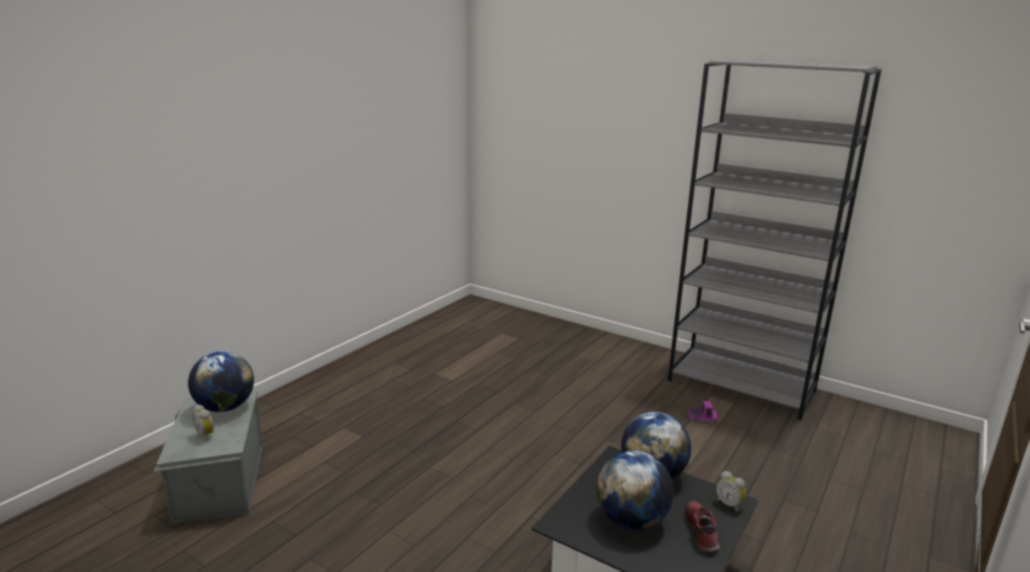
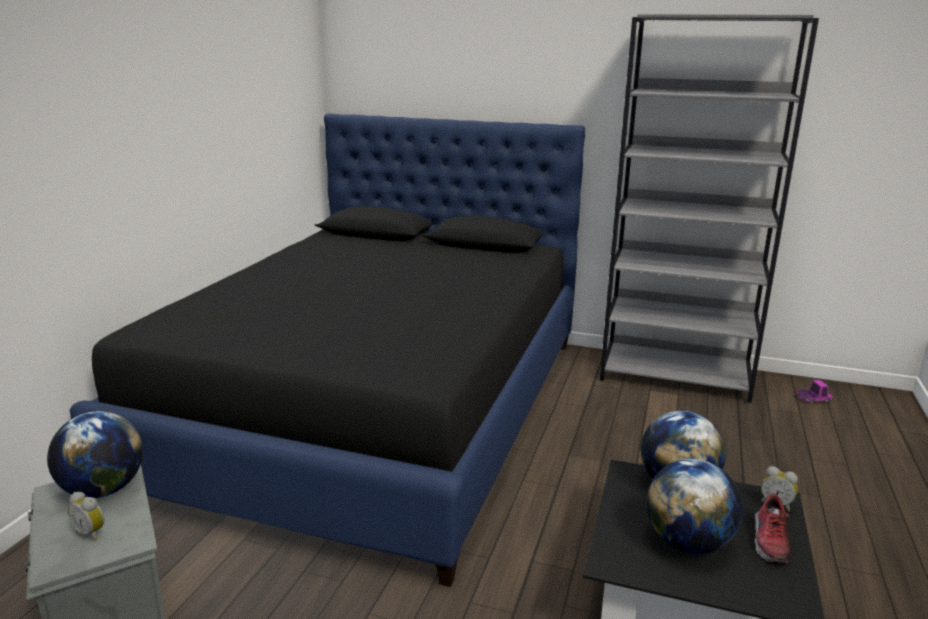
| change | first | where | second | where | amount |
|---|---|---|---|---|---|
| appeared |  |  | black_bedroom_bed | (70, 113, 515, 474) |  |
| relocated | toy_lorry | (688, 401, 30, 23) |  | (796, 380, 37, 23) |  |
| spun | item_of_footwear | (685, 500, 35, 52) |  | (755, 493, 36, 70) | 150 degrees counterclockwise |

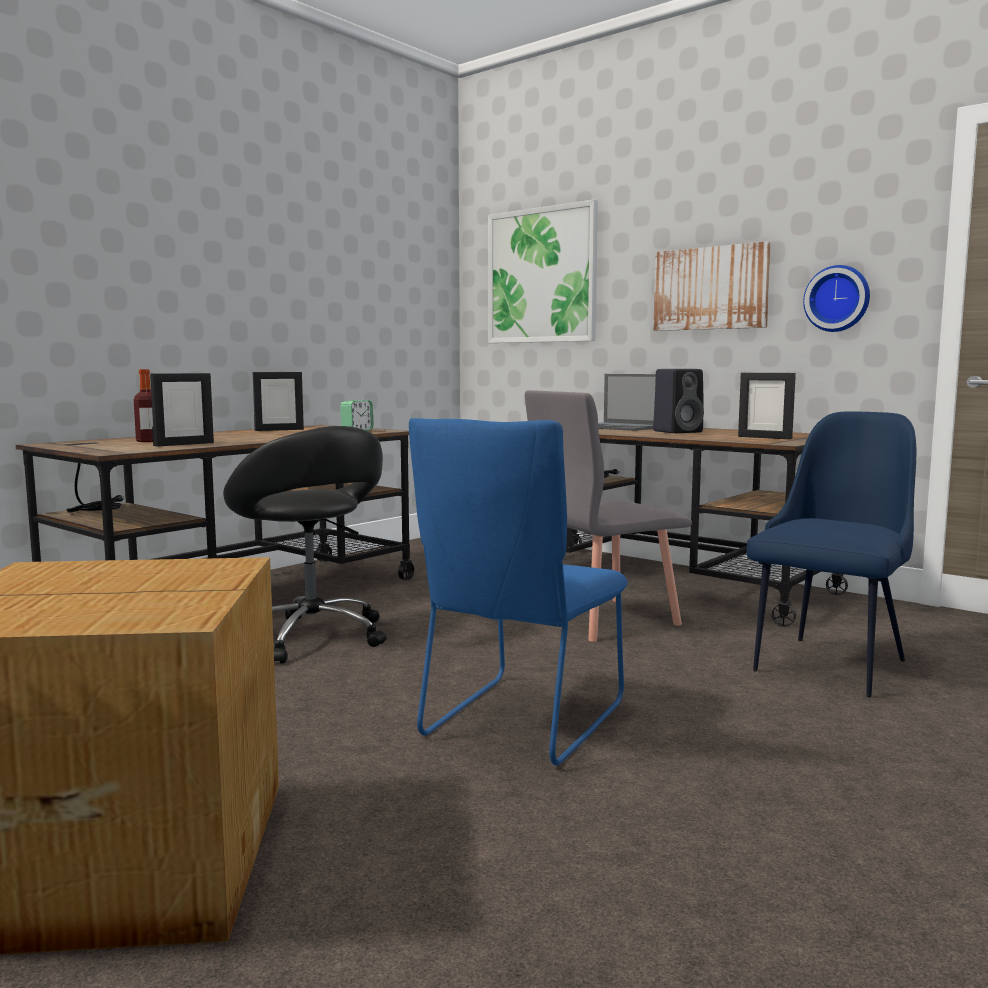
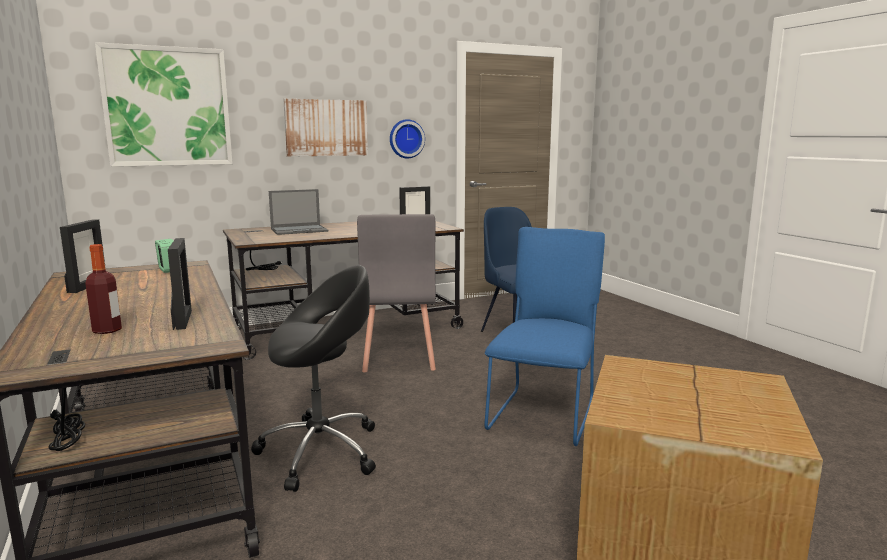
| change | first | where | second | where | amount |
|---|---|---|---|---|---|
| missing | black_audio_speaker | (653, 369, 51, 64) |  |  |  |
| spun | bluish_upright_chair | (409, 418, 219, 347) |  | (484, 227, 121, 219) | 120 degrees counterclockwise |

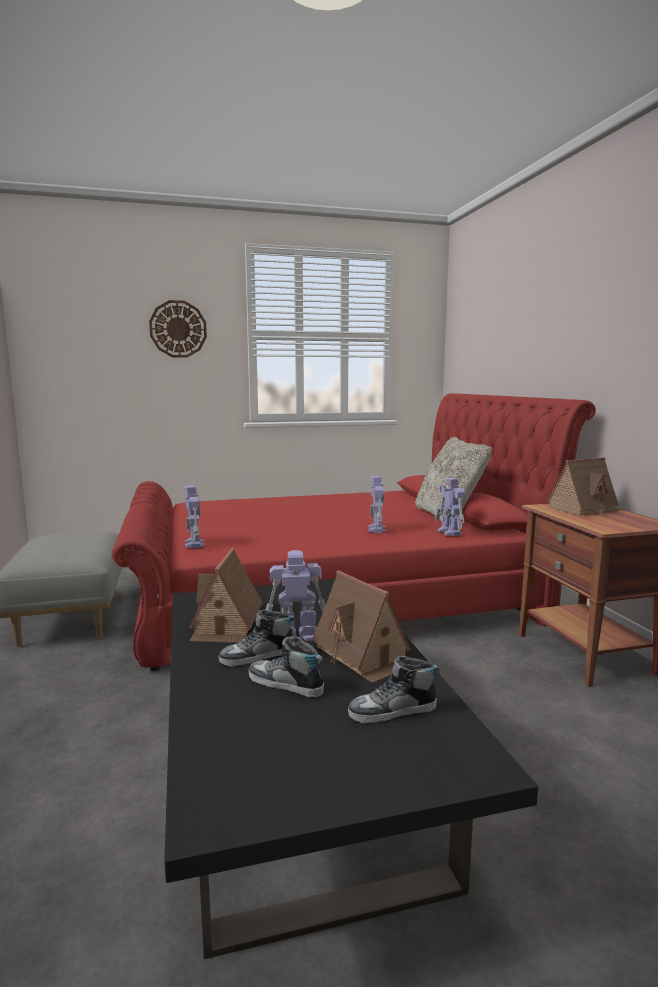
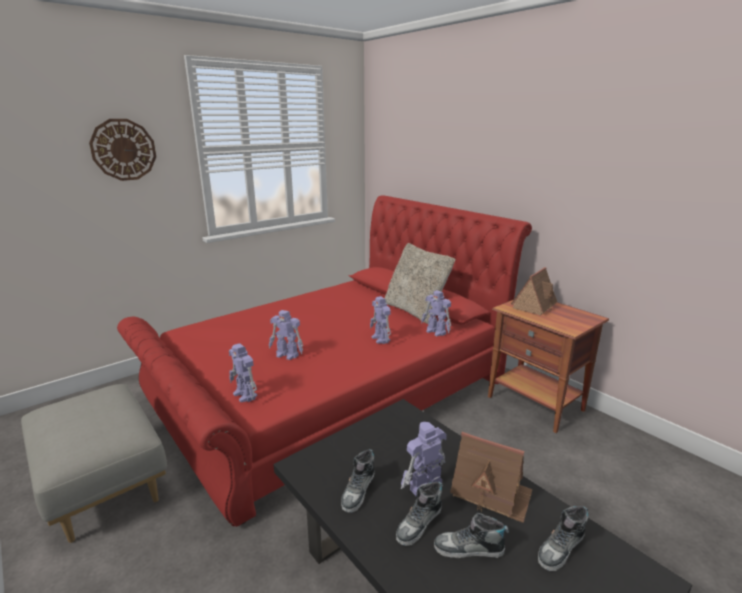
| change | first | where | second | where | amount |
|---|---|---|---|---|---|
| appeared |  |  | model_robot | (269, 310, 34, 50) |  |
| exchanged | model_house | (188, 547, 75, 96) | item_of_footwear | (341, 449, 33, 64) |  |

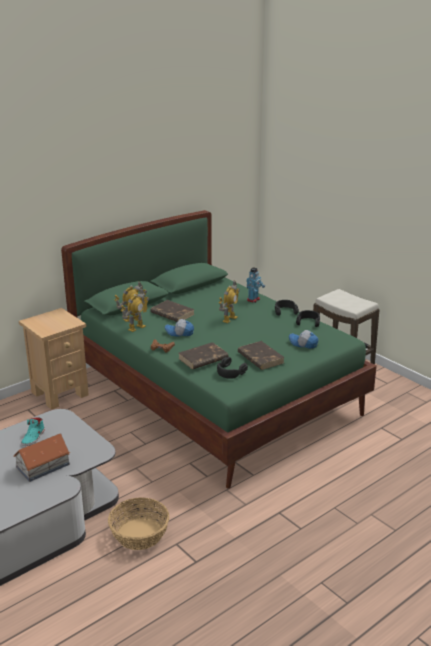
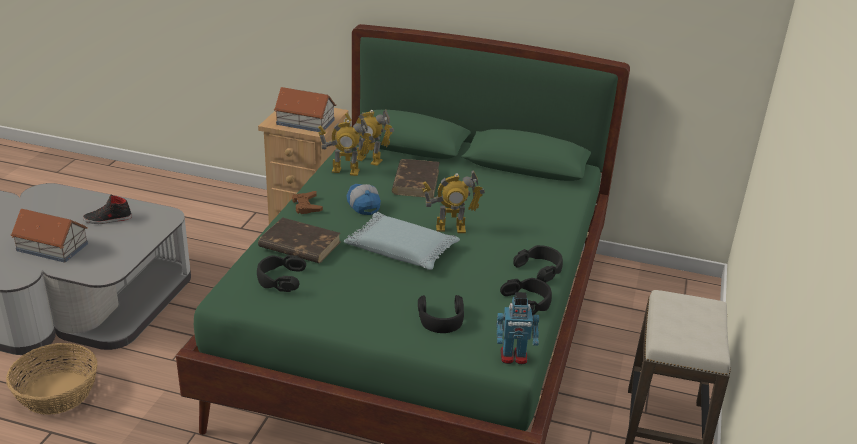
| change | first | where | second | where | amount |
|---|---|---|---|---|---|
| missing | brown-coloured_bound_book | (238, 341, 47, 29) |  |  |  |
| appeared |  |  | model_house | (274, 87, 62, 45) |  |
| appeared |  |  | bluish_pillow | (343, 212, 117, 58) |  |
| relocated | model_robot | (246, 267, 19, 36) |  | (497, 292, 42, 72) |  |
| exchanged | cap | (289, 330, 30, 19) | black_headset | (418, 295, 46, 38) |  |
| colour | turquoise_item_of_footwear | (21, 417, 24, 29) | black_item_of_footwear | (83, 195, 49, 29) |  |

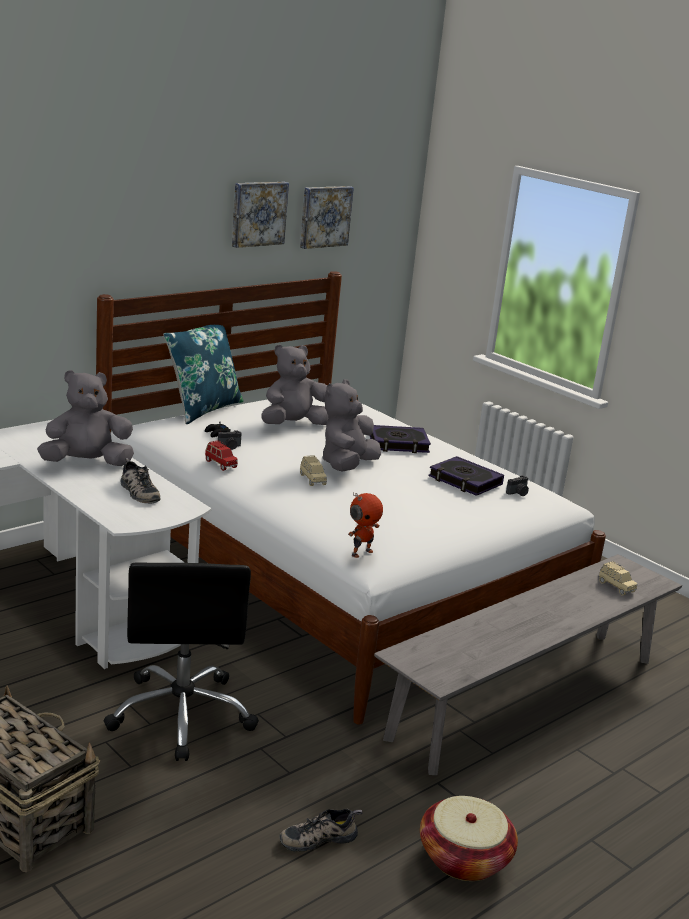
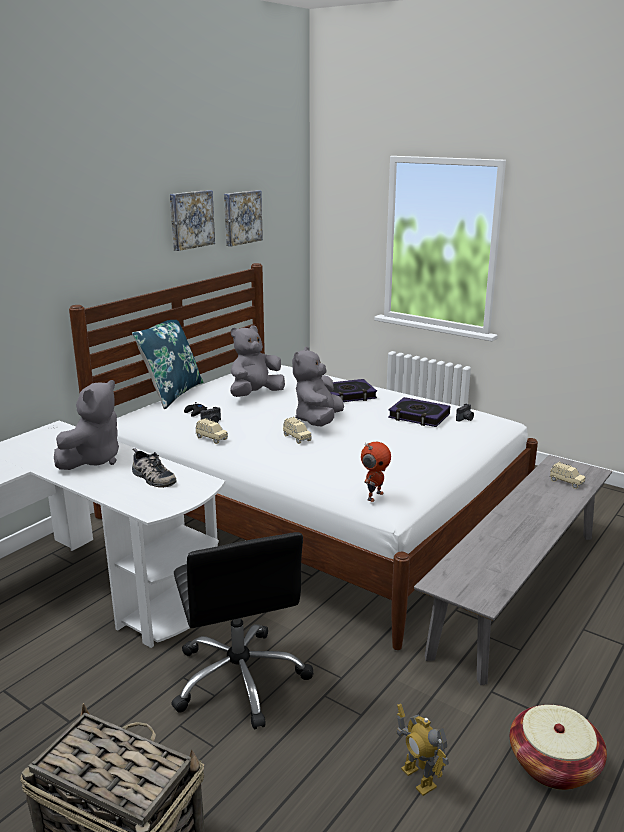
| change | first | where | second | where | amount |
|---|---|---|---|---|---|
| exchanged | item_of_footwear | (279, 809, 83, 43) | model_robot | (396, 704, 53, 92) |  |
| colour | red-coloured_toy_car | (205, 440, 33, 31) | sand-coloured_toy_car | (196, 418, 32, 26) |  |
| spun | greyish_soft_toy | (37, 370, 97, 96) |  | (54, 380, 65, 90) | 150 degrees clockwise |

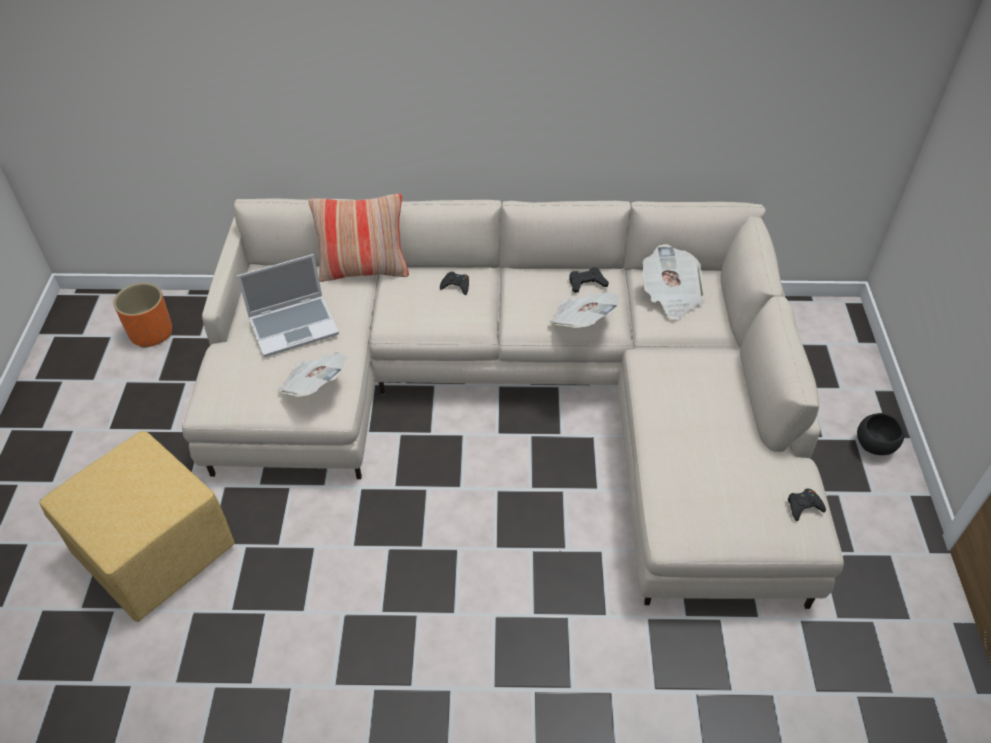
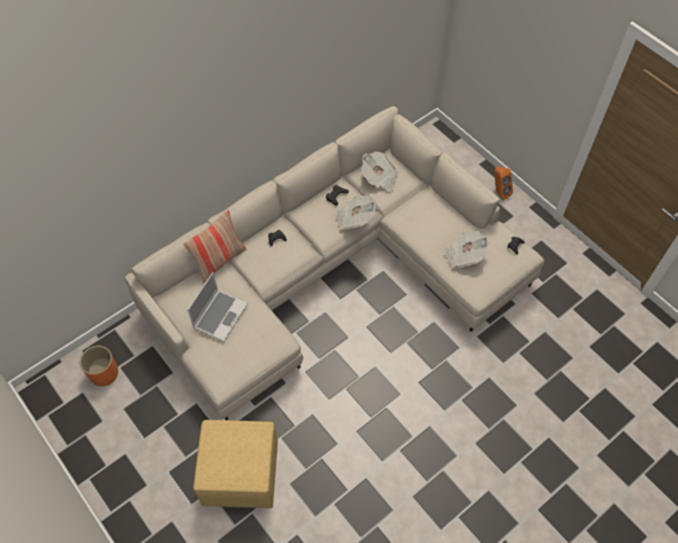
| change | first | where | second | where | amount |
|---|---|---|---|---|---|
| relocated | daily_paper | (278, 352, 70, 45) |  | (443, 231, 46, 37) |  |
| exchanged | black_deep_dish | (857, 413, 48, 42) | orange-coloured_audio_speaker | (494, 167, 19, 33) |  |

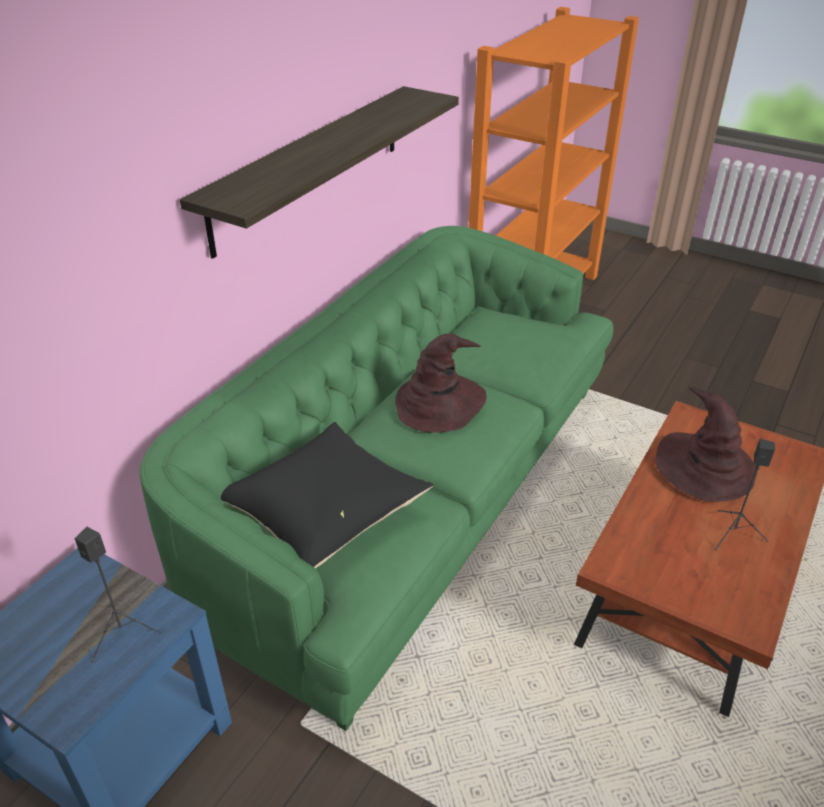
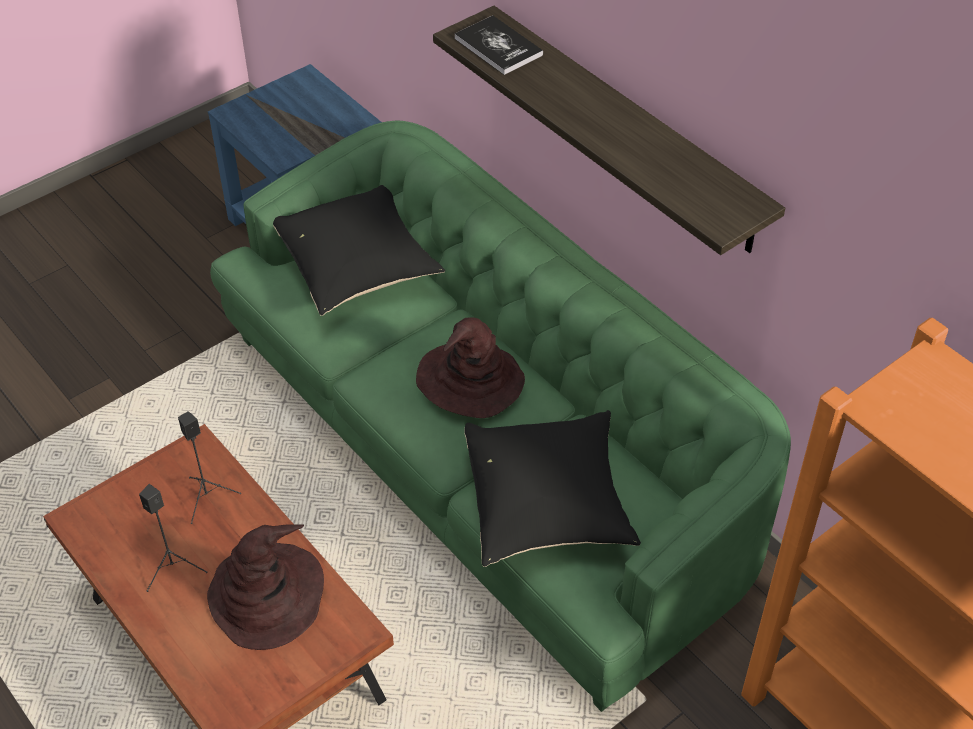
| change | first | where | second | where | amount |
|---|---|---|---|---|---|
| appeared |  |  | bound_book | (455, 15, 88, 60) |  |
| appeared |  |  | black_pillow | (464, 410, 177, 157) |  |
| relocated | black_audio_speaker | (75, 527, 87, 135) |  | (178, 411, 63, 113) |  |

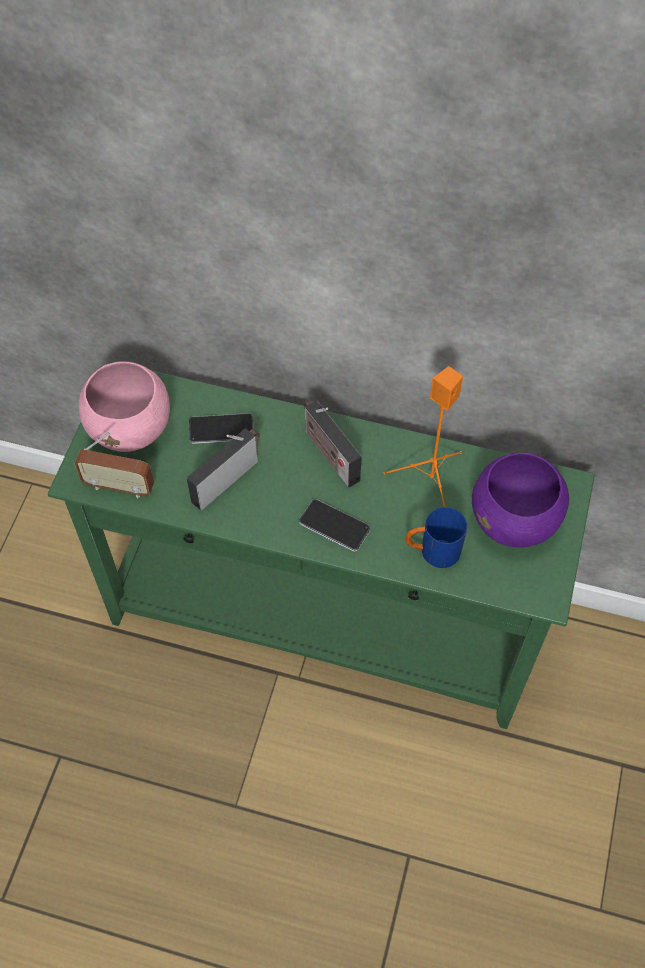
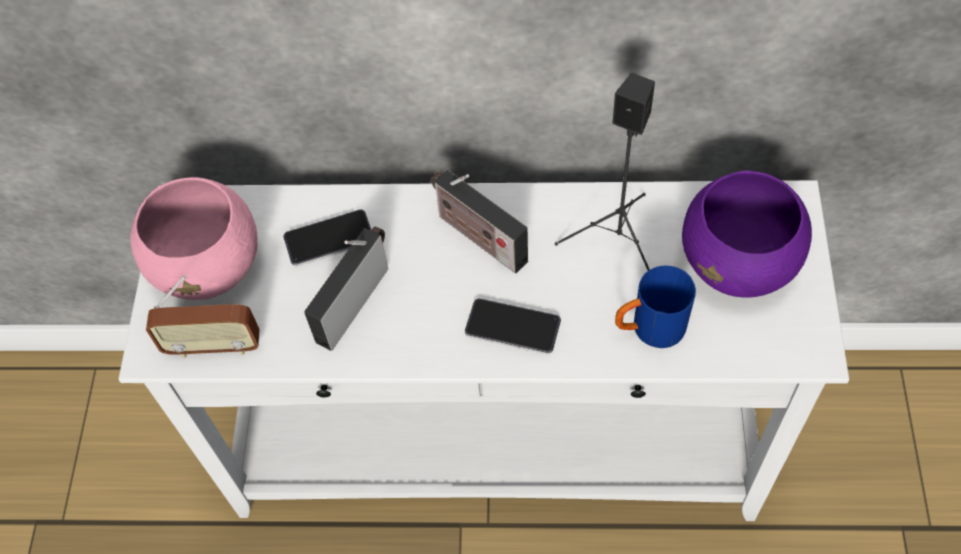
| change | first | where | second | where | amount |
|---|---|---|---|---|---|
| colour | green_console_table | (48, 361, 547, 368) | white-coloured_console_table | (119, 180, 730, 341) |  |
| colour | orange-coloured_audio_speaker | (383, 366, 80, 141) | black_audio_speaker | (555, 73, 100, 197) |  |

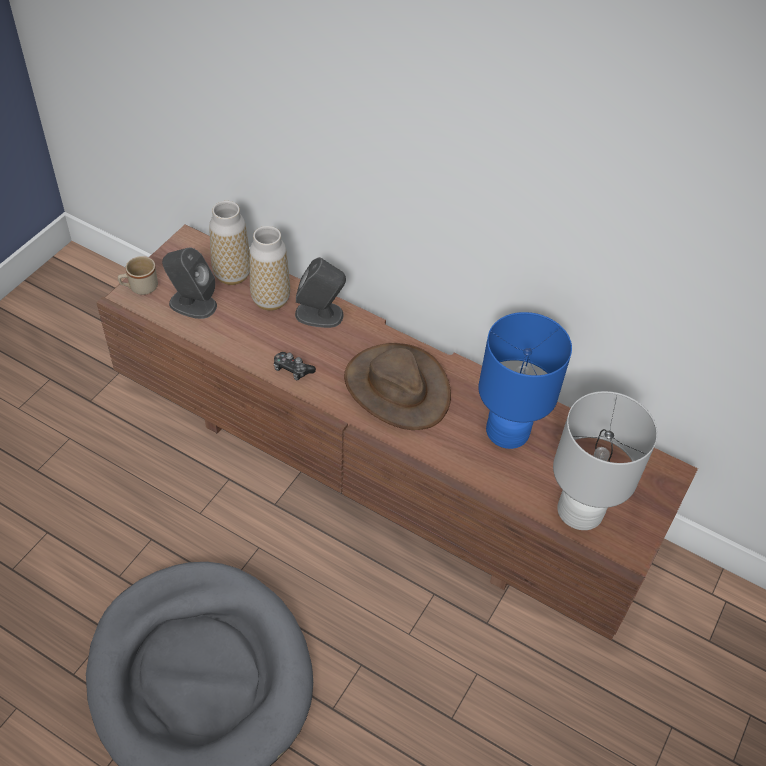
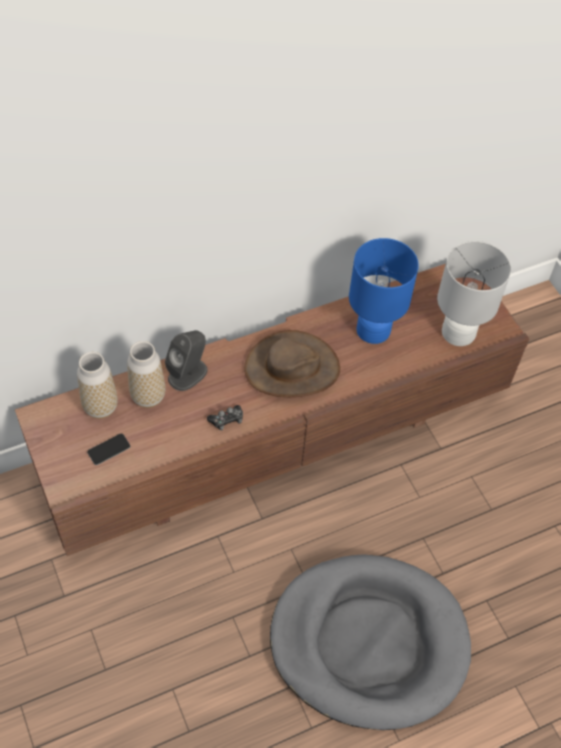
| change | first | where | second | where | amount |
|---|---|---|---|---|---|
| missing | sand-coloured_coffee_mug | (118, 256, 40, 39) |  |  |  |
| exchanged | greyish_audio_speaker | (162, 248, 55, 71) | phone | (87, 434, 43, 31) |  |

